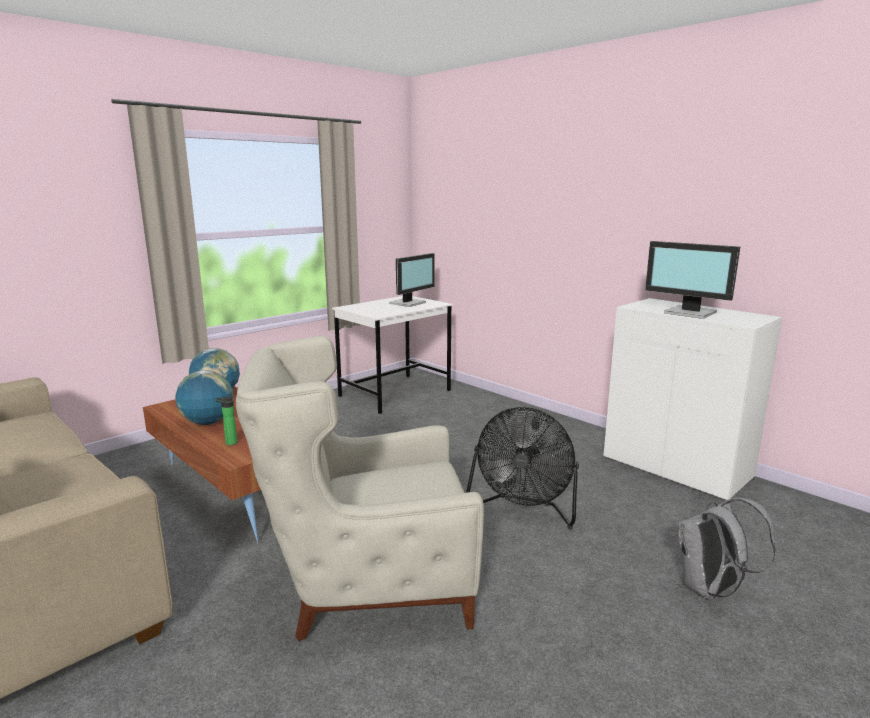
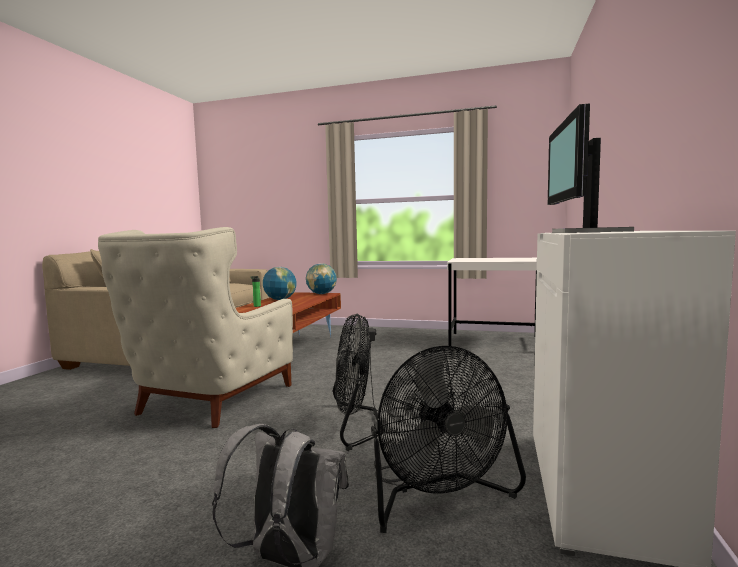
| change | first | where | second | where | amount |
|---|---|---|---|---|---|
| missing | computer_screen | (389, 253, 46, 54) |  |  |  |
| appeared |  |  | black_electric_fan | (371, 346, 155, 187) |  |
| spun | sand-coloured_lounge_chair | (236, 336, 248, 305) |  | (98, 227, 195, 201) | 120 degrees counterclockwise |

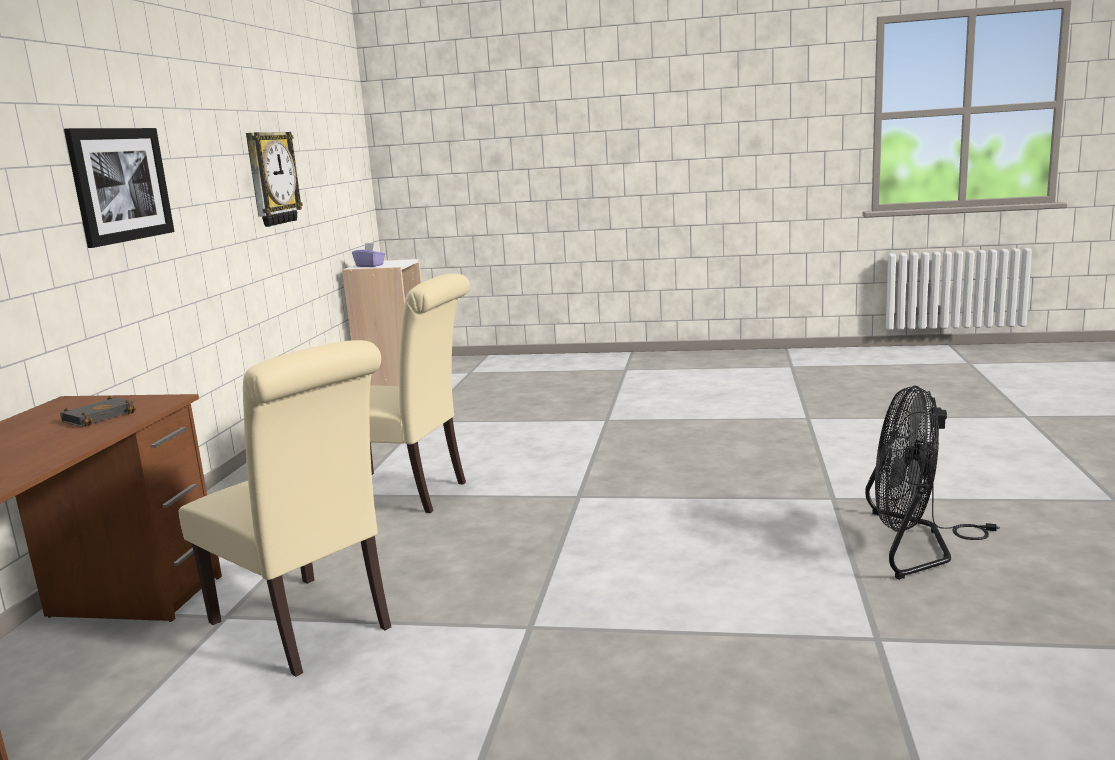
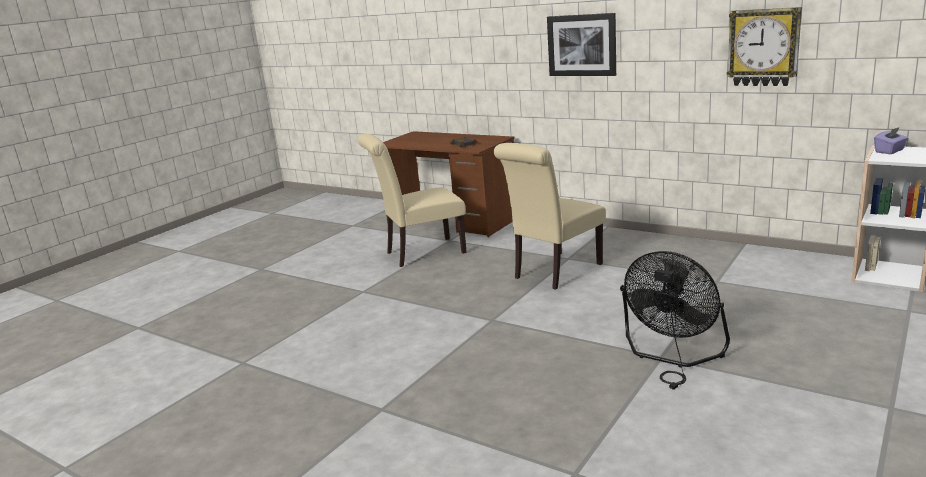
| change | first | where | second | where | amount |
|---|---|---|---|---|---|
| relocated | black_electric_fan | (865, 386, 134, 194) |  | (620, 251, 110, 139) |  |

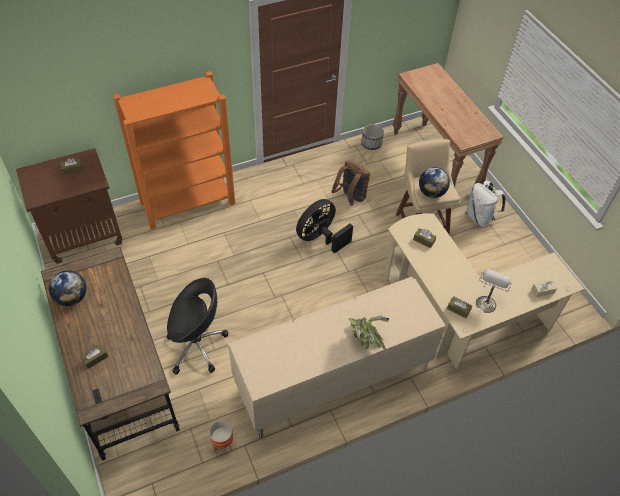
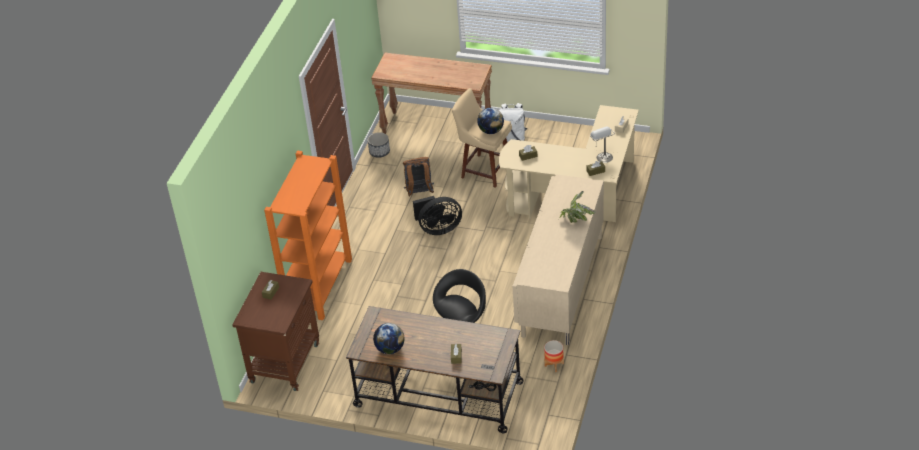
| change | first | where | second | where | amount |
|---|---|---|---|---|---|
| spun | black_electric_fan | (296, 199, 57, 55) |  | (413, 196, 49, 39) | 105 degrees counterclockwise |

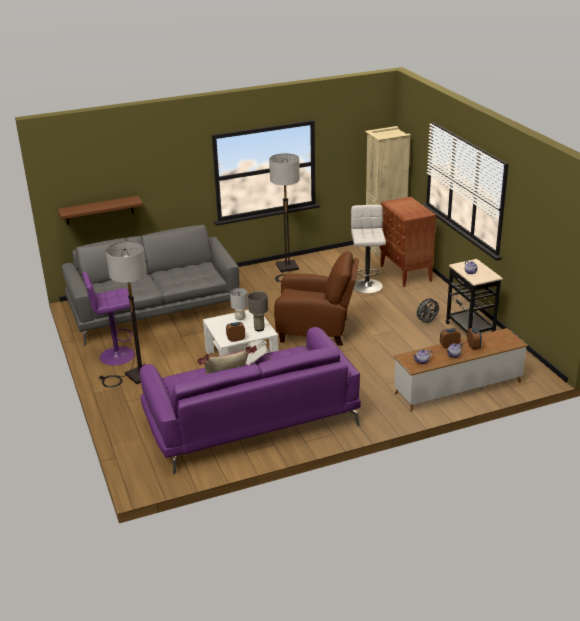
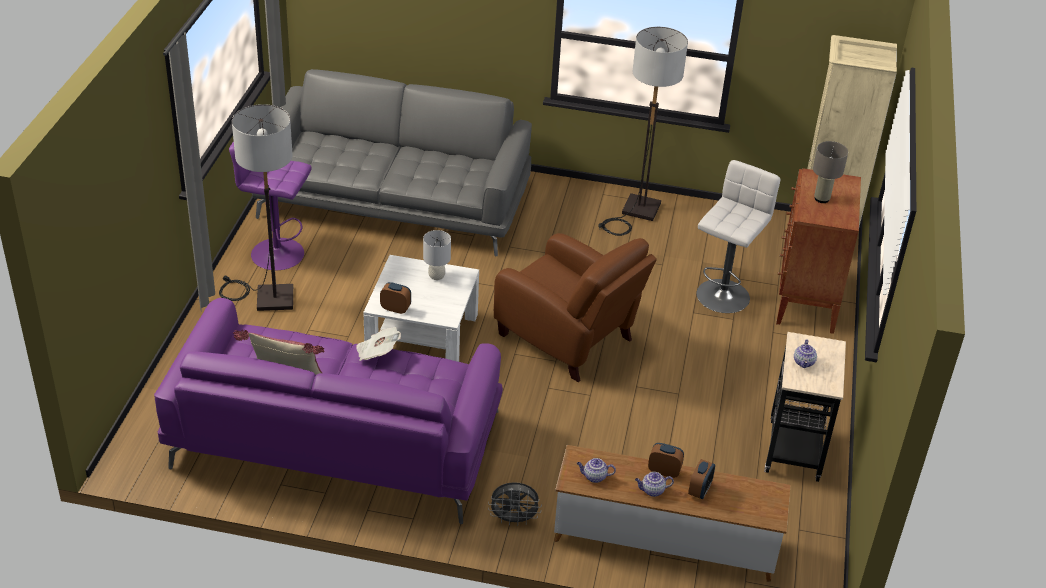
| change | first | where | second | where | amount |
|---|---|---|---|---|---|
| missing | brown-coloured_shelf | (58, 196, 85, 29) |  |  |  |
| relocated | greyish_lamp_for_a_table | (248, 291, 20, 41) |  | (813, 141, 35, 62) |  |
| relocated | greyish_electric_fan | (417, 298, 23, 27) |  | (488, 482, 54, 44) |  |

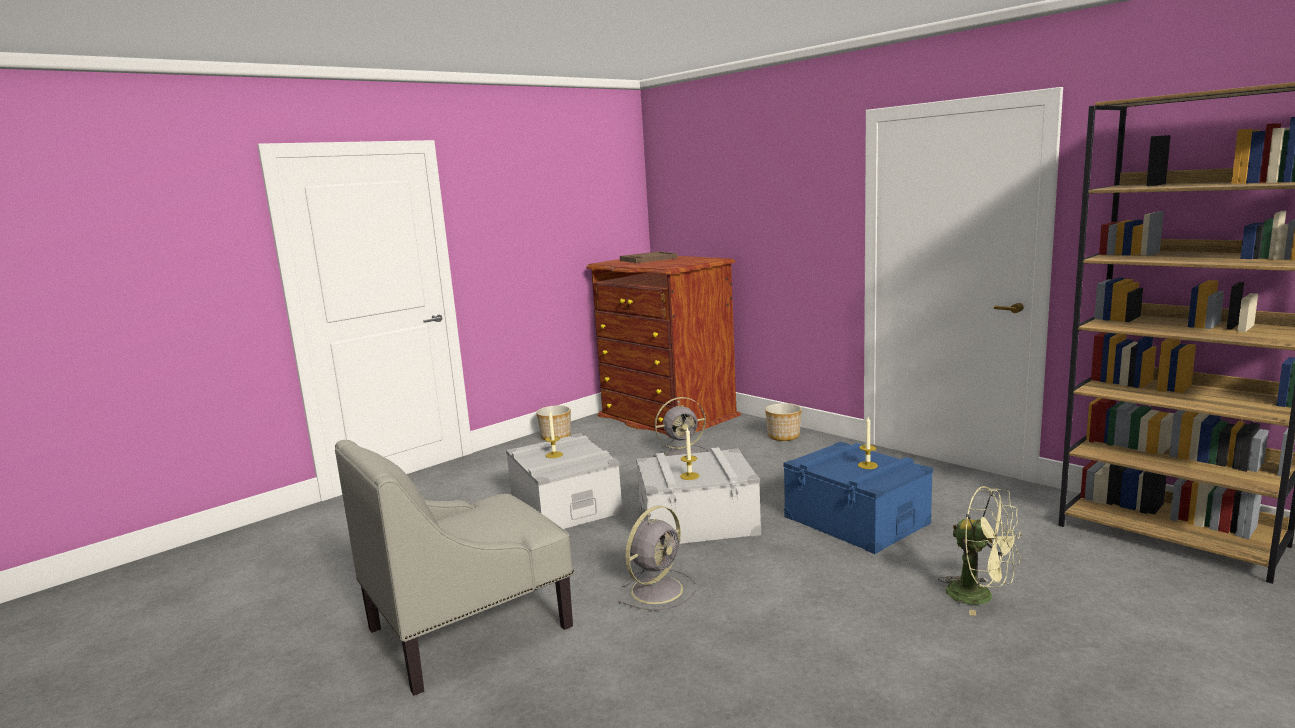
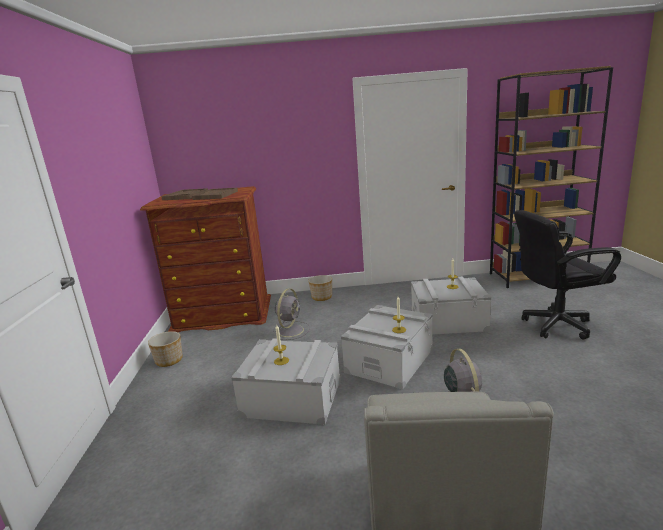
| change | first | where | second | where | amount |
|---|---|---|---|---|---|
| appeared |  |  | brown-coloured_serving_tray | (192, 188, 46, 12) |  |
| exchanged | green_electric_fan | (938, 486, 84, 130) | black_office_chair | (514, 210, 107, 130) |  |
| colour | bluish_storage_bin | (783, 442, 150, 112) | greyish_storage_bin | (411, 276, 80, 59) |  |

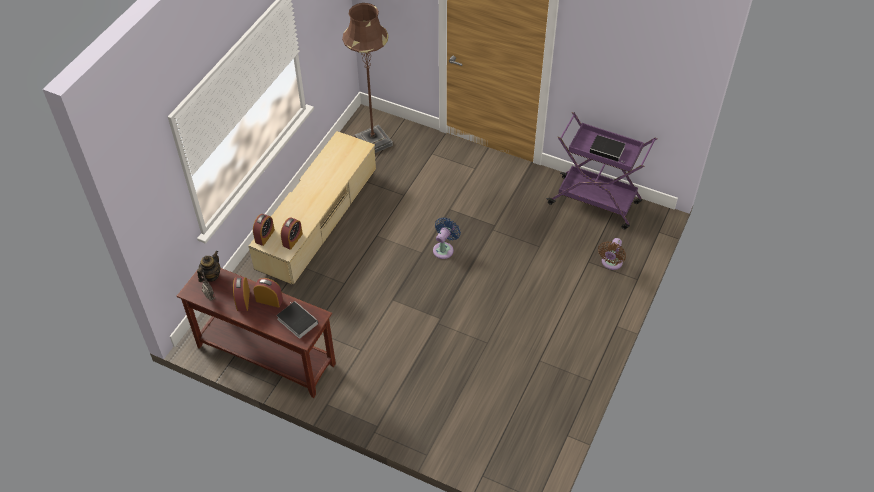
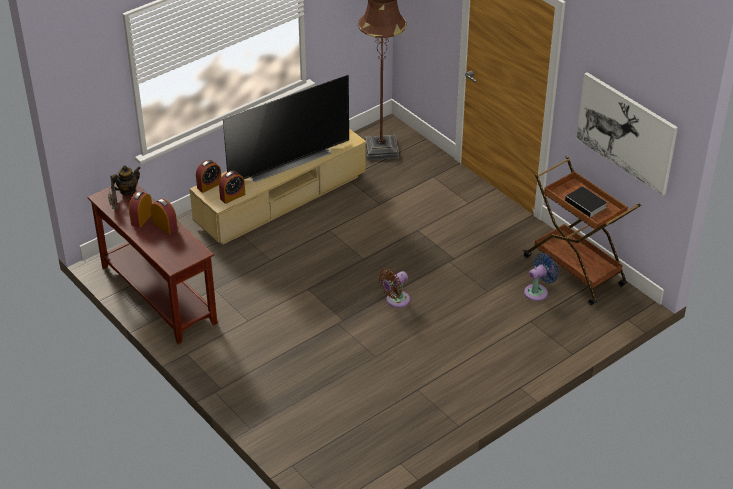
| change | first | where | second | where | amount |
|---|---|---|---|---|---|
| missing | bound_book | (277, 301, 41, 38) |  |  |  |
| appeared |  |  | television | (223, 75, 126, 107) |  |
| appeared |  |  | wall_picture | (576, 72, 102, 123) |  |
| relocated | bluish_electric_fan | (433, 217, 28, 42) |  | (524, 253, 35, 48) |  |
| relocated | brown-coloured_electric_fan | (598, 238, 28, 32) |  | (378, 268, 32, 40) |  |
| colour | purplish_wheeled_cart | (546, 112, 112, 117) | brown-coloured_wheeled_cart | (522, 156, 119, 149) |  |

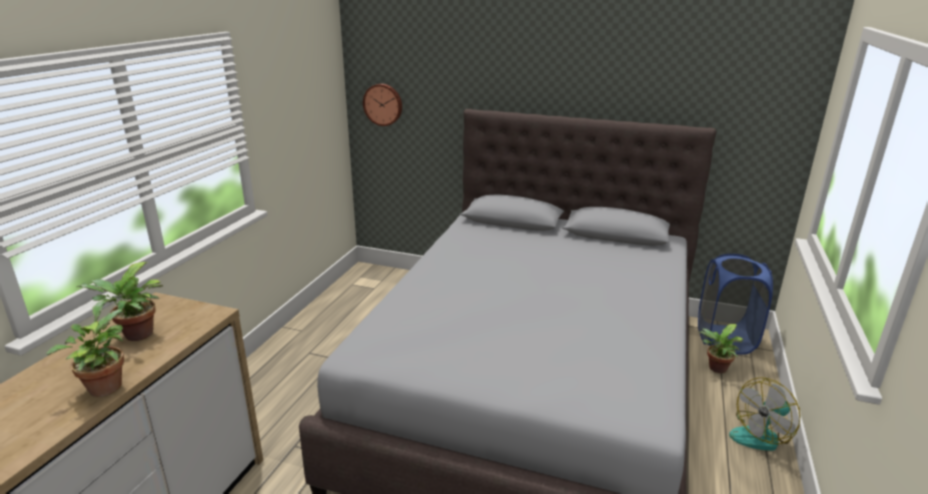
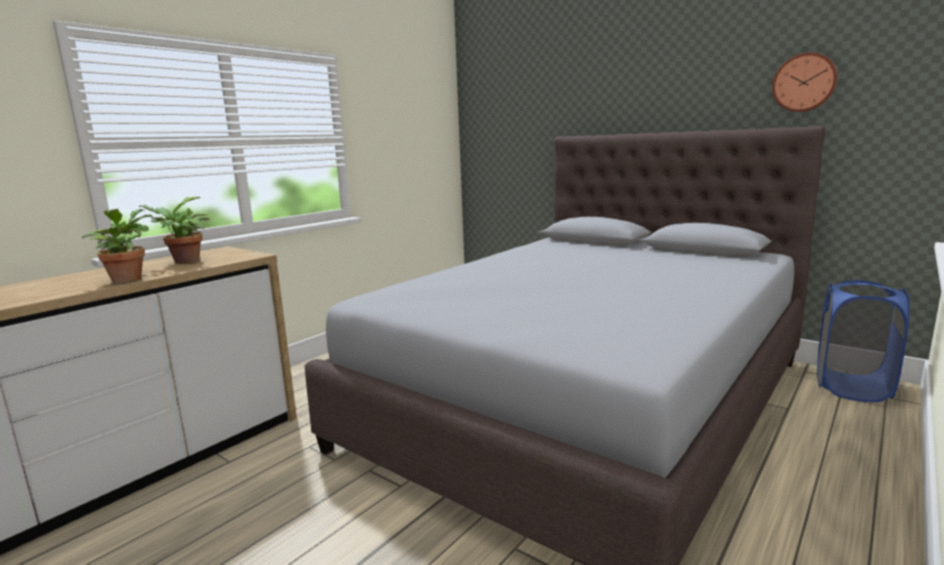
| change | first | where | second | where | amount |
|---|---|---|---|---|---|
| missing | plant_in_a_pot | (698, 324, 45, 49) |  |  |  |
| missing | electric_fan | (729, 377, 72, 74) |  |  |  |
| relocated | wall_clock | (363, 84, 39, 42) |  | (772, 53, 66, 59) |  |

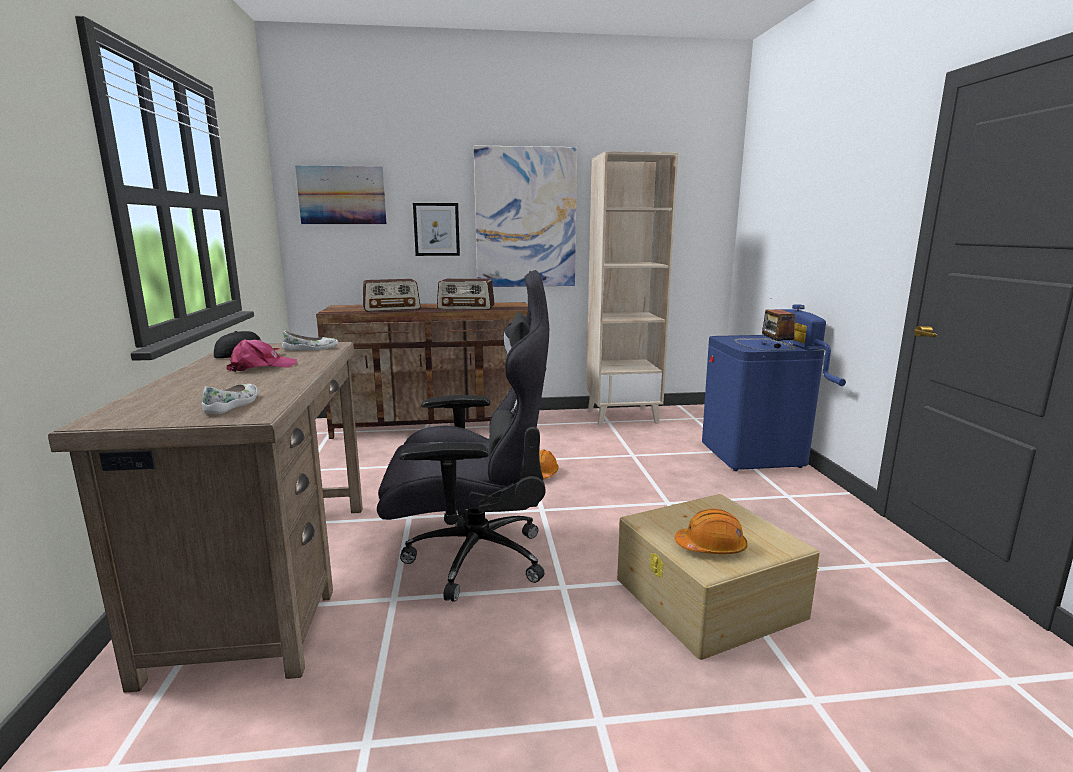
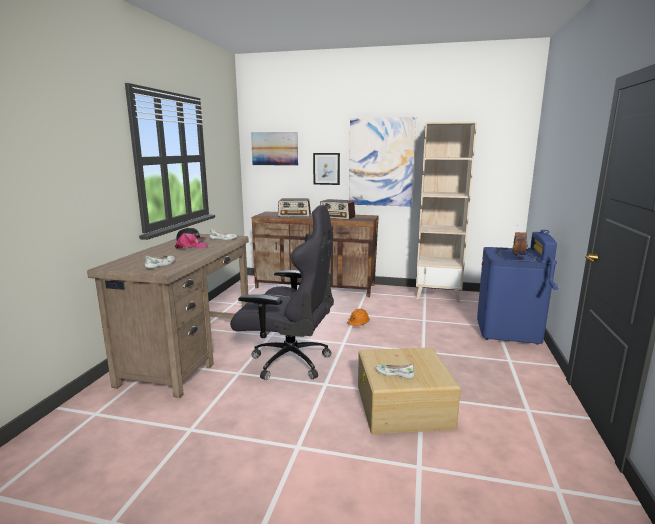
| change | first | where | second | where | amount |
|---|---|---|---|---|---|
| exchanged | orange-coloured_work_helmet | (675, 509, 73, 45) | white-coloured_item_of_footwear | (376, 364, 39, 14) |  |

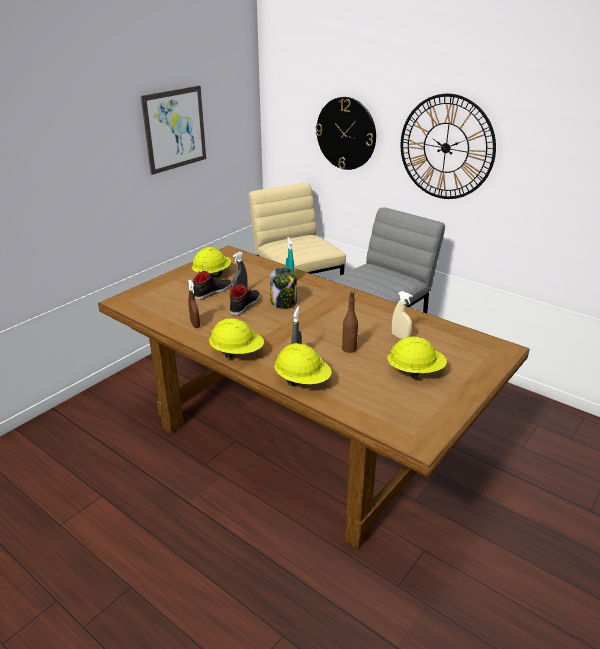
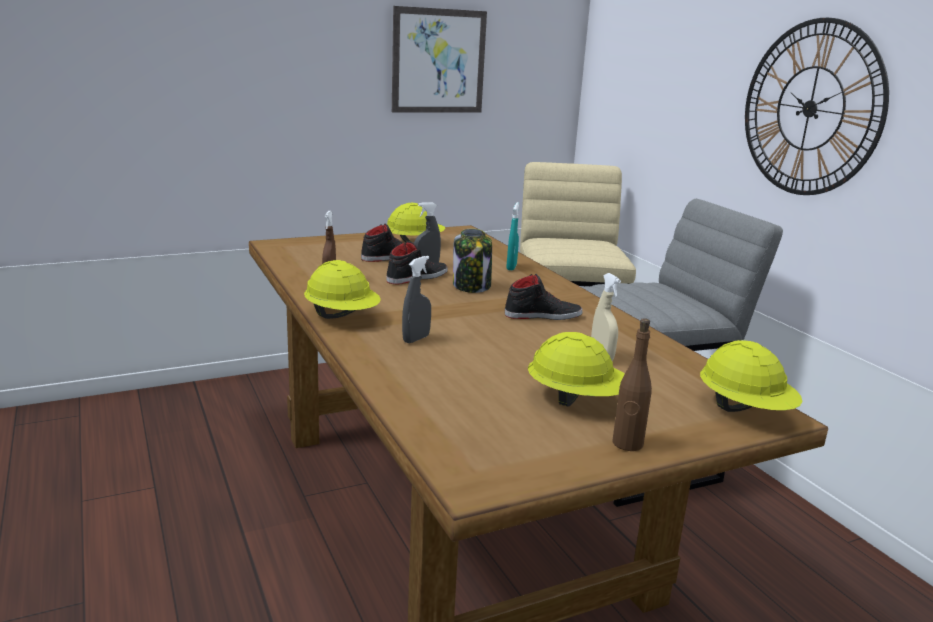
| change | first | where | second | where | amount |
|---|---|---|---|---|---|
| missing | wall_clock | (316, 97, 60, 73) |  |  |  |
| appeared |  |  | black_item_of_footwear | (505, 274, 78, 46) |  |
| relocated | yellowish_work_helmet | (274, 343, 58, 43) |  | (700, 340, 102, 72) |  |
| relocated | brown-coloured_bottle | (342, 292, 16, 61) |  | (613, 318, 39, 133) |  |

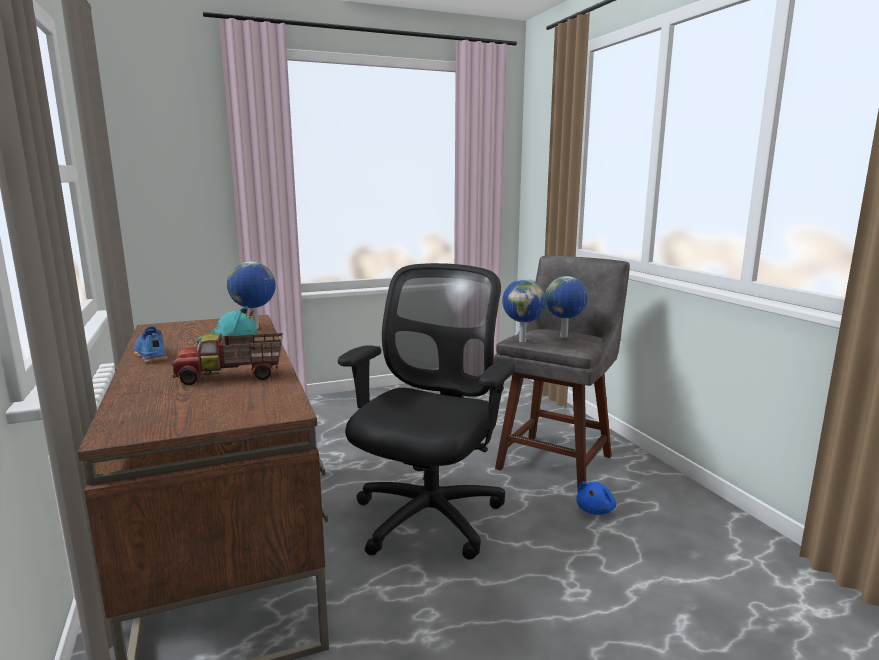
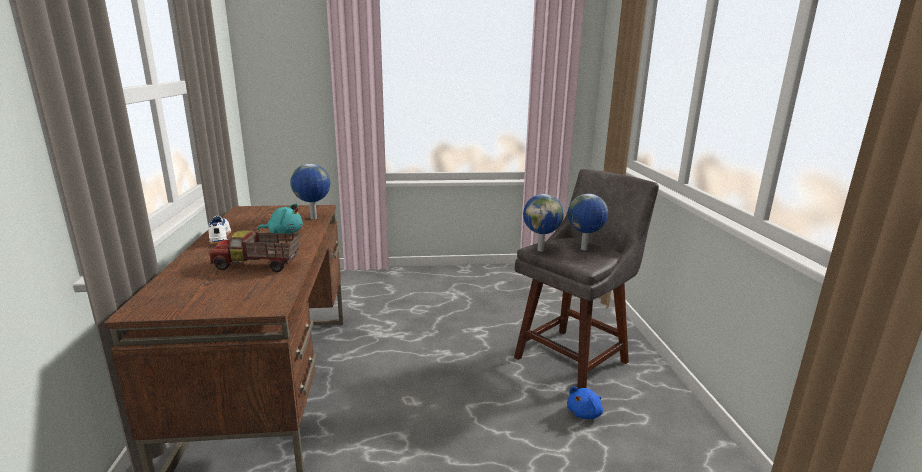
| change | first | where | second | where | amount |
|---|---|---|---|---|---|
| missing | black_office_chair | (338, 263, 177, 297) |  |  |  |
| colour | bluish_item_of_footwear | (134, 326, 34, 36) | white-coloured_item_of_footwear | (208, 216, 23, 29) |  |

